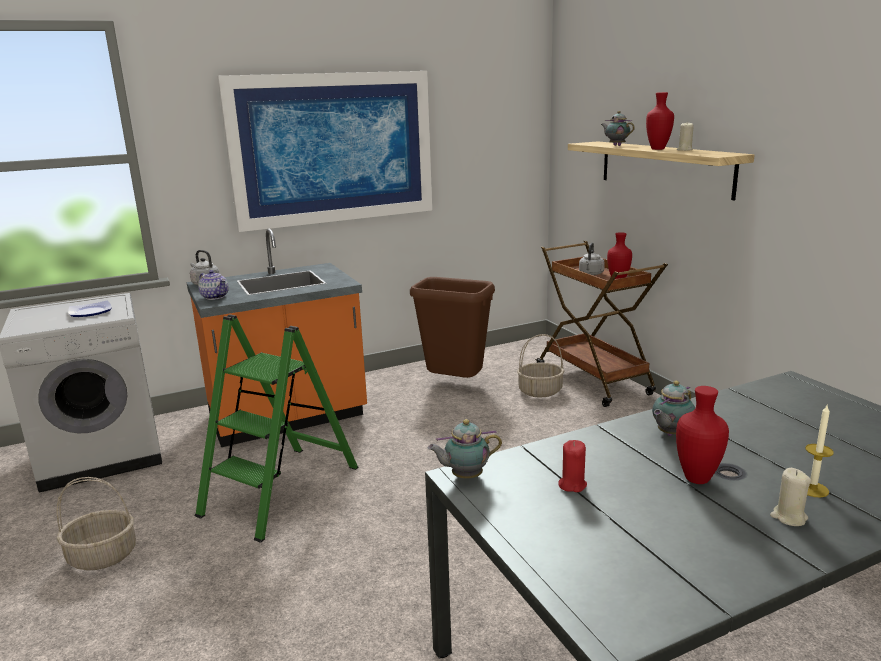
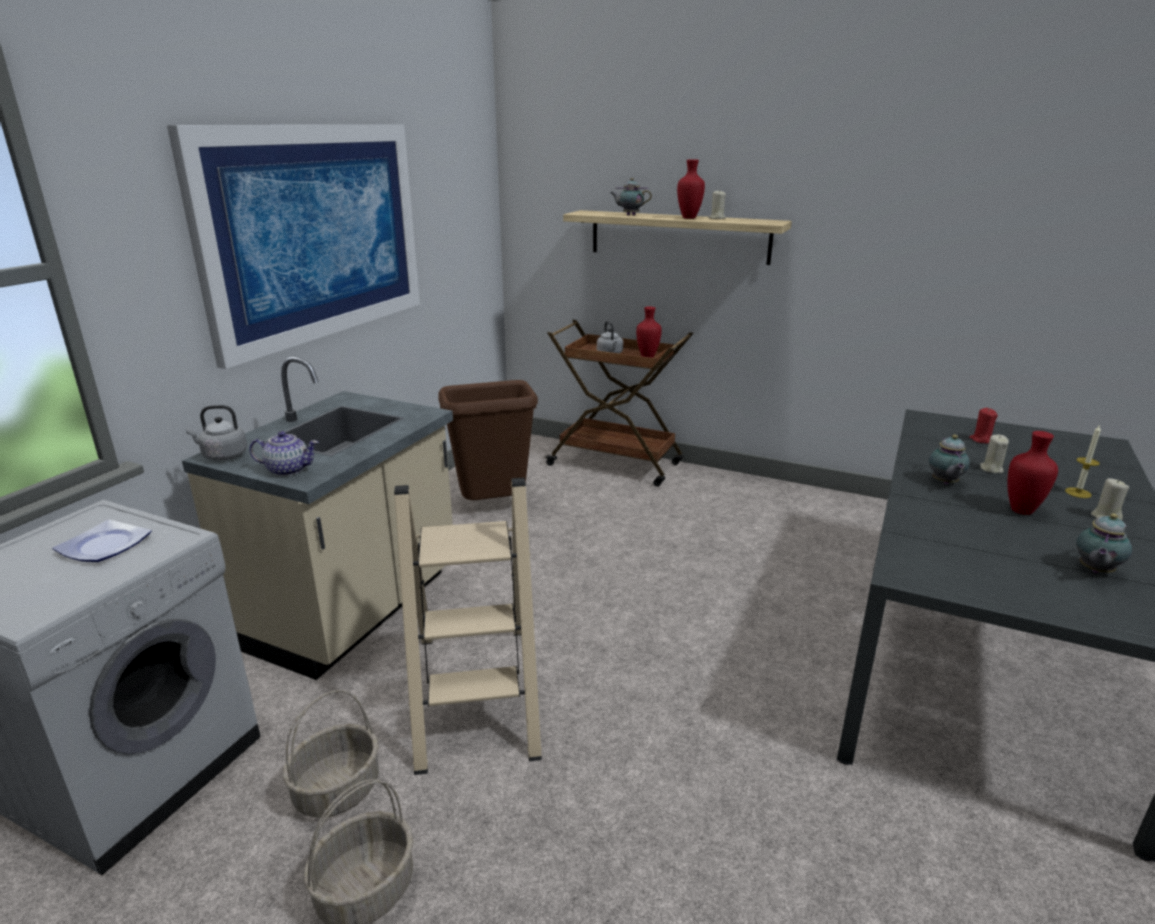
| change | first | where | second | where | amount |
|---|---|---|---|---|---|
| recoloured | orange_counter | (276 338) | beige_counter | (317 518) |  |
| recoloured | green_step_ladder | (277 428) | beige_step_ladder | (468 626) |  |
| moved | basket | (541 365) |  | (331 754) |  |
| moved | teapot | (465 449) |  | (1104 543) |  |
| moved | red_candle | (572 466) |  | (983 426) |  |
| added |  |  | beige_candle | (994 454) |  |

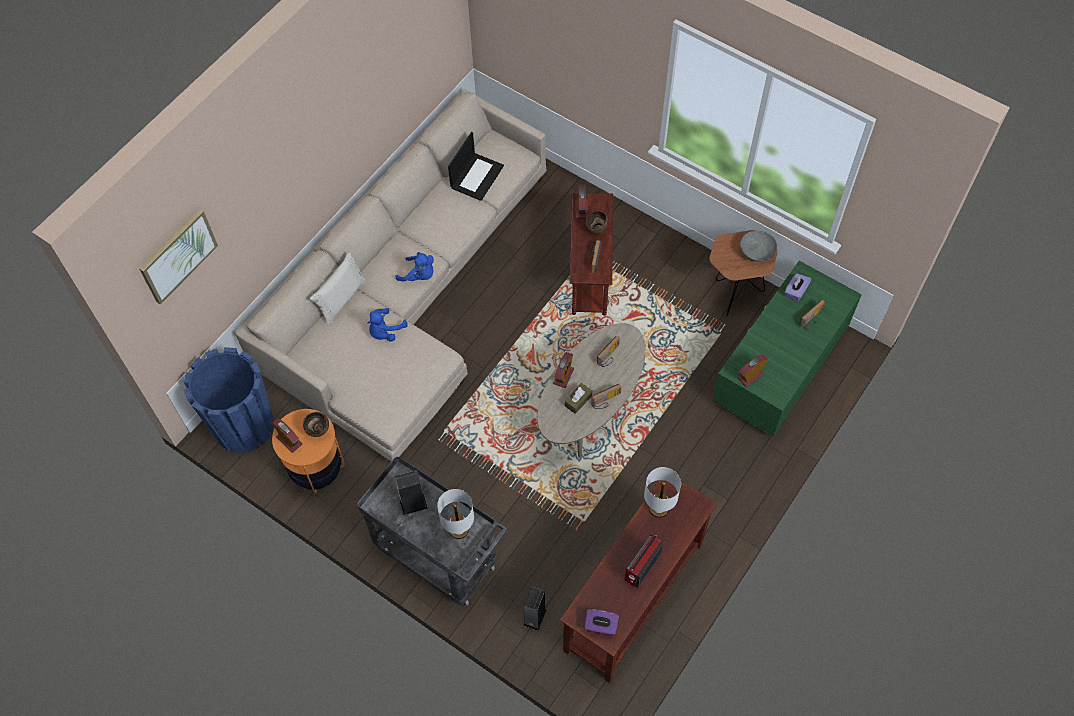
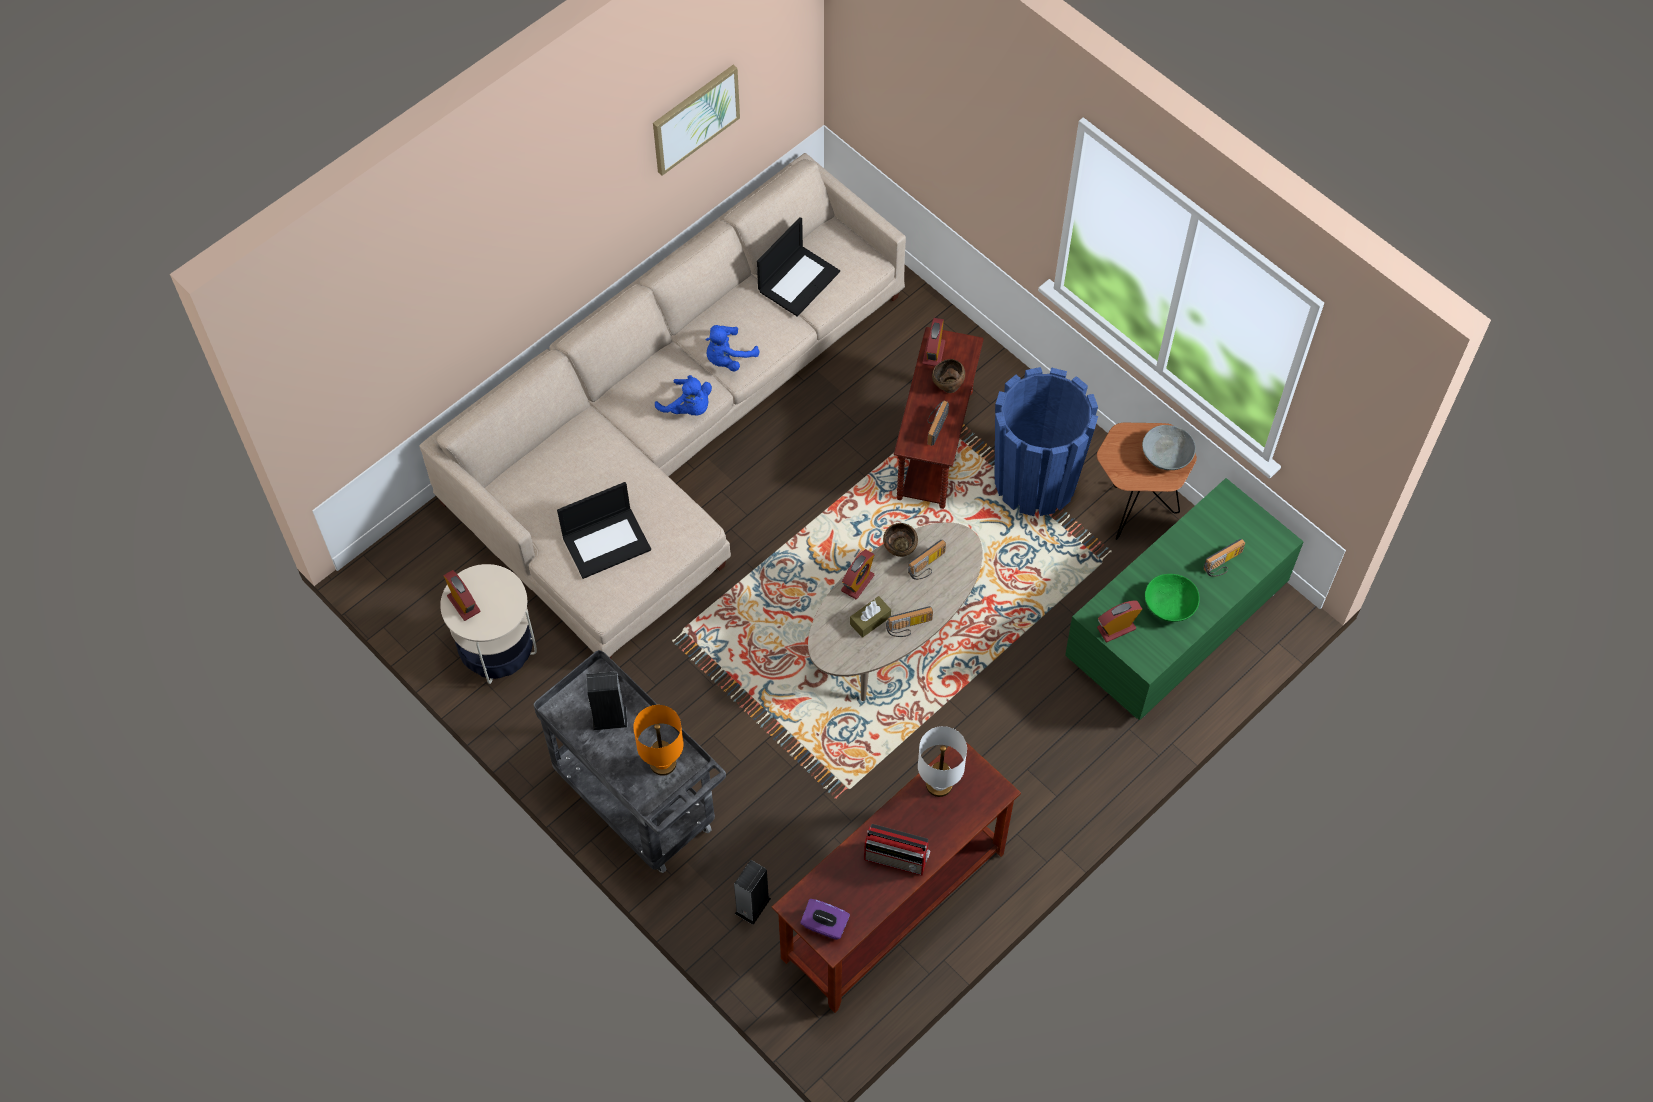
| change | first | where | second | where | amount |
|---|---|---|---|---|---|
| moved | picture | (179 257) |  | (696 120) |  |
| removed | white_pillow | (338 288) |  |  |  |
| removed | purple_tissue_box | (798 288) |  |  |  |
| moved | blue_plush_toy | (388 325) |  | (732 348) |  |
| moved | blue_planter | (229 400) |  | (1046 441) |  |
| recoloured | orange_side_table | (308 451) | beige_side_table | (488 624) |  |
| moved | brown_bowl | (316 424) |  | (900 540) |  |
| recoloured | white_table_lamp | (455 514) | orange_table_lamp | (658 740) |  |
| turned | radio | (643 561) |  | (897 850) | 120 degrees counterclockwise |
| added |  |  | laptop | (604 530) |  |
| added |  |  | green_bowl | (1172 598) |  |

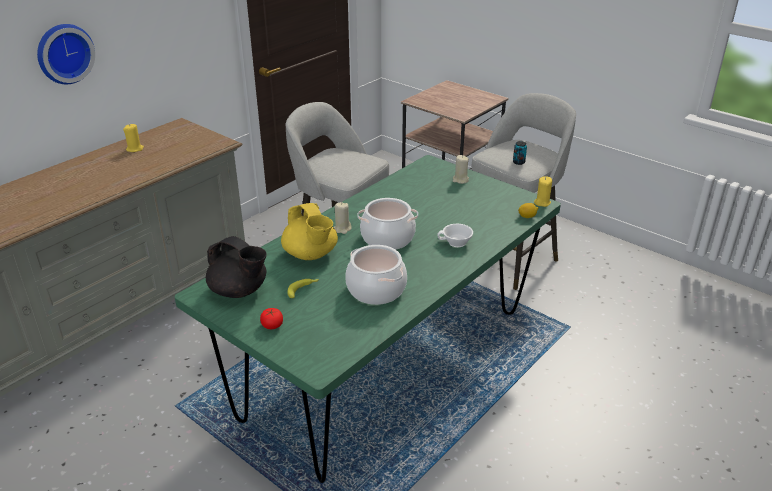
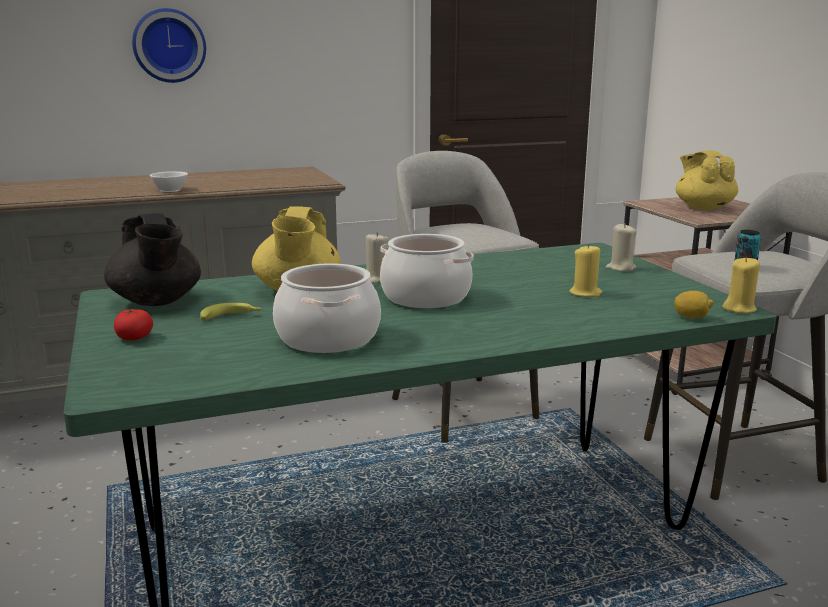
| change | first | where | second | where | amount |
|---|---|---|---|---|---|
| moved | yellow_candle | (133 138) |  | (586 270) |  |
| moved | white_cup | (455 235) |  | (169 181) |  |
| added |  |  | yellow_teapot | (707 180) |  |

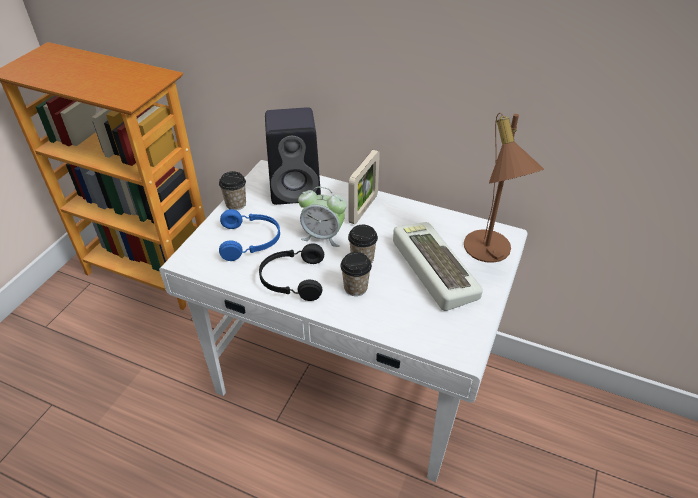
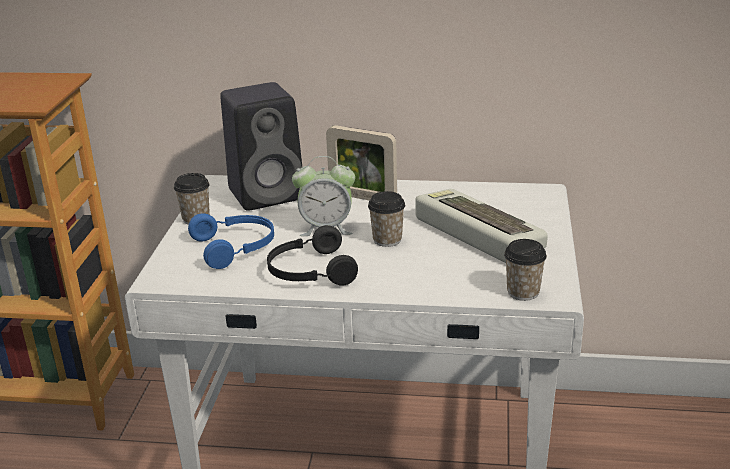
| change | first | where | second | where | amount |
|---|---|---|---|---|---|
| removed | brown_table_lamp | (504 188) |  |  |  |
| turned | picture_frame | (364 187) |  | (361 162) | 105 degrees clockwise |
| moved | cup | (356 274) |  | (525 270) |  |

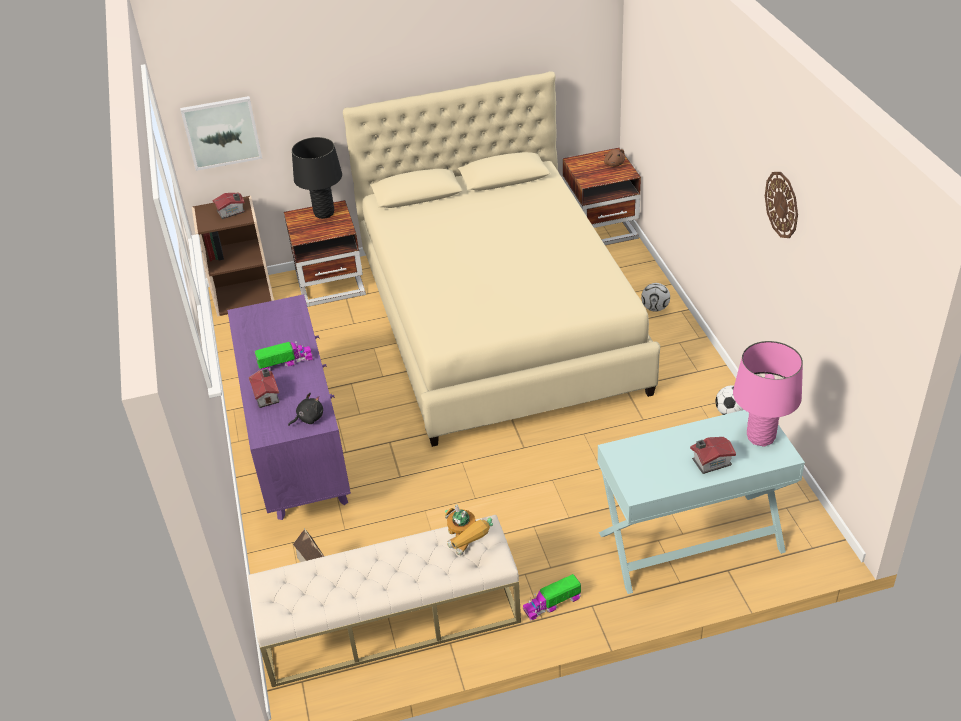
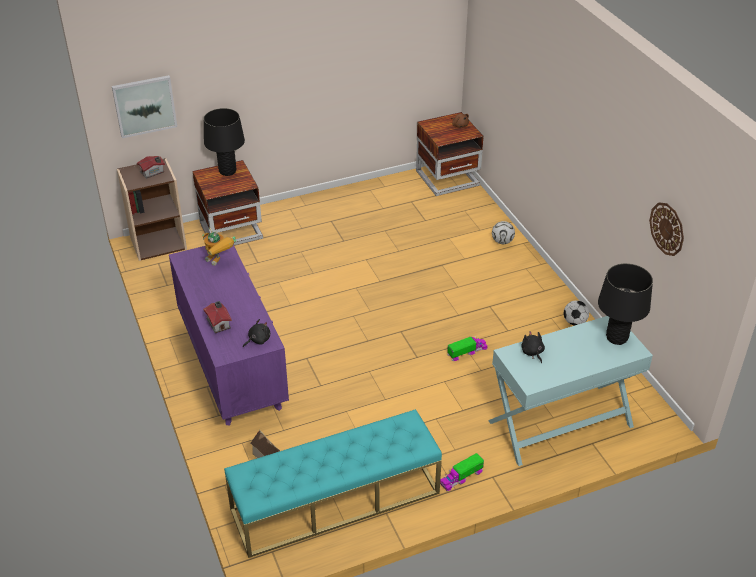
| change | first | where | second | where | amount |
|---|---|---|---|---|---|
| removed | beige_bed | (501 259) |  |  |  |
| moved | wall_clock | (781 205) |  | (666 229) |  |
| recoloured | pink_table_lamp | (768 394) | black_table_lamp | (625 304) |  |
| moved | toy_truck | (284 356) |  | (467 348) |  |
| removed | toy_house | (713 455) |  |  |  |
| moved | toy_robot | (469 530) |  | (219 247) |  |
| recoloured | beige_bench | (384 601) | turquoise_bench | (333 483) |  |
| added |  |  | black_plush_toy | (533 347) |  |

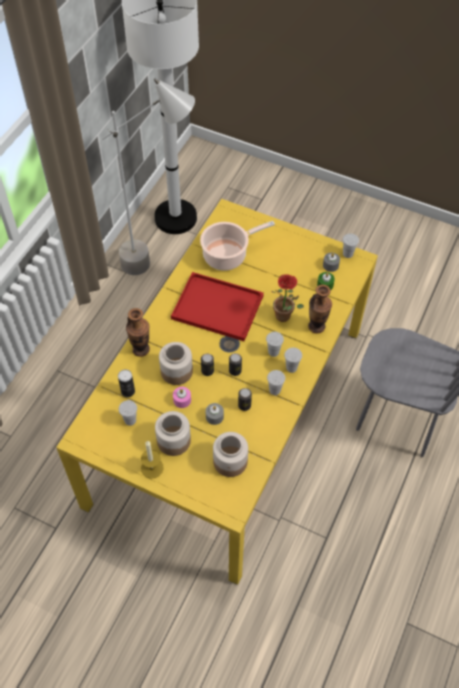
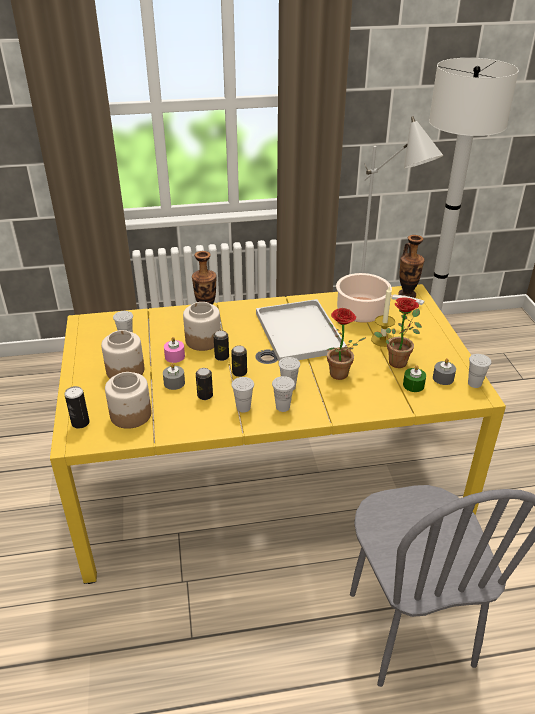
| change | first | where | second | where | amount |
|---|---|---|---|---|---|
| recoloured | red_tray | (217 306) | white_tray | (301 330) |  |
| moved | vase | (320 309) |  | (412 266) |  |
| moved | can | (126 383) |  | (77 407) |  |
| moved | candle | (152 460) |  | (383 316) |  |
| added |  |  | potted_plant | (398 332) |  |

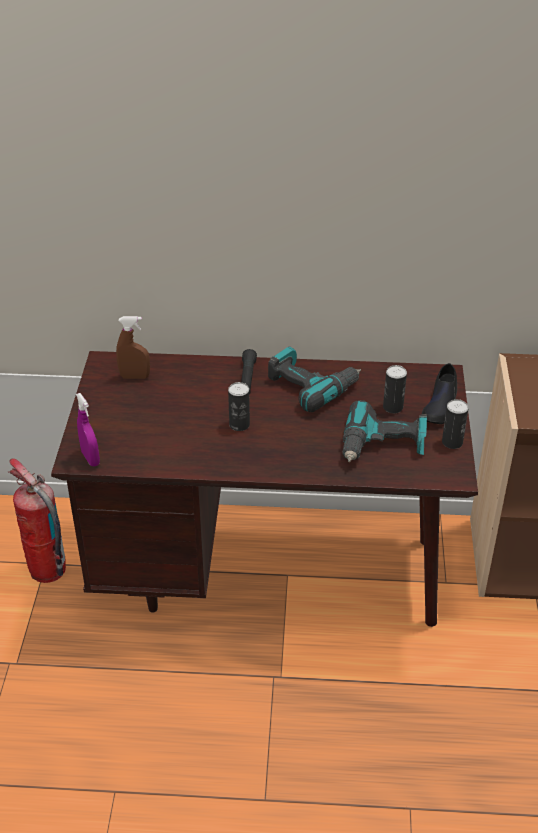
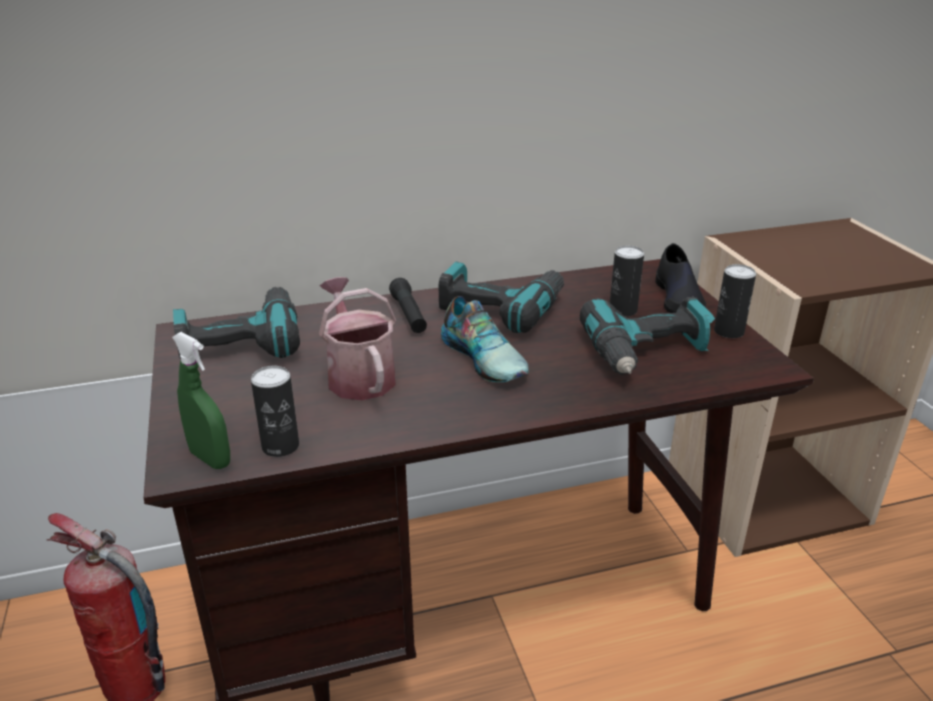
| change | first | where | second | where | amount |
|---|---|---|---|---|---|
| replaced | brown_spray_bottle | (133 347) | power_drill | (236 323) |  |
| moved | can | (239 406) |  | (275 411) |  |
| recoloured | purple_spray_bottle | (88 429) | green_spray_bottle | (201 400) |  |
| added |  |  | watering_can | (357 339) |  |
| added |  |  | shoe | (485 339) |  |

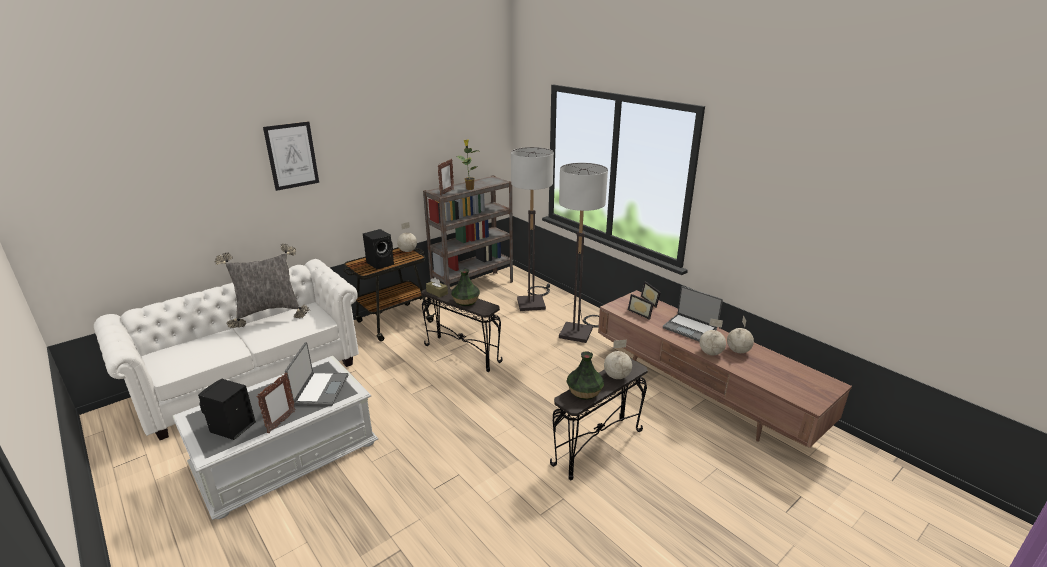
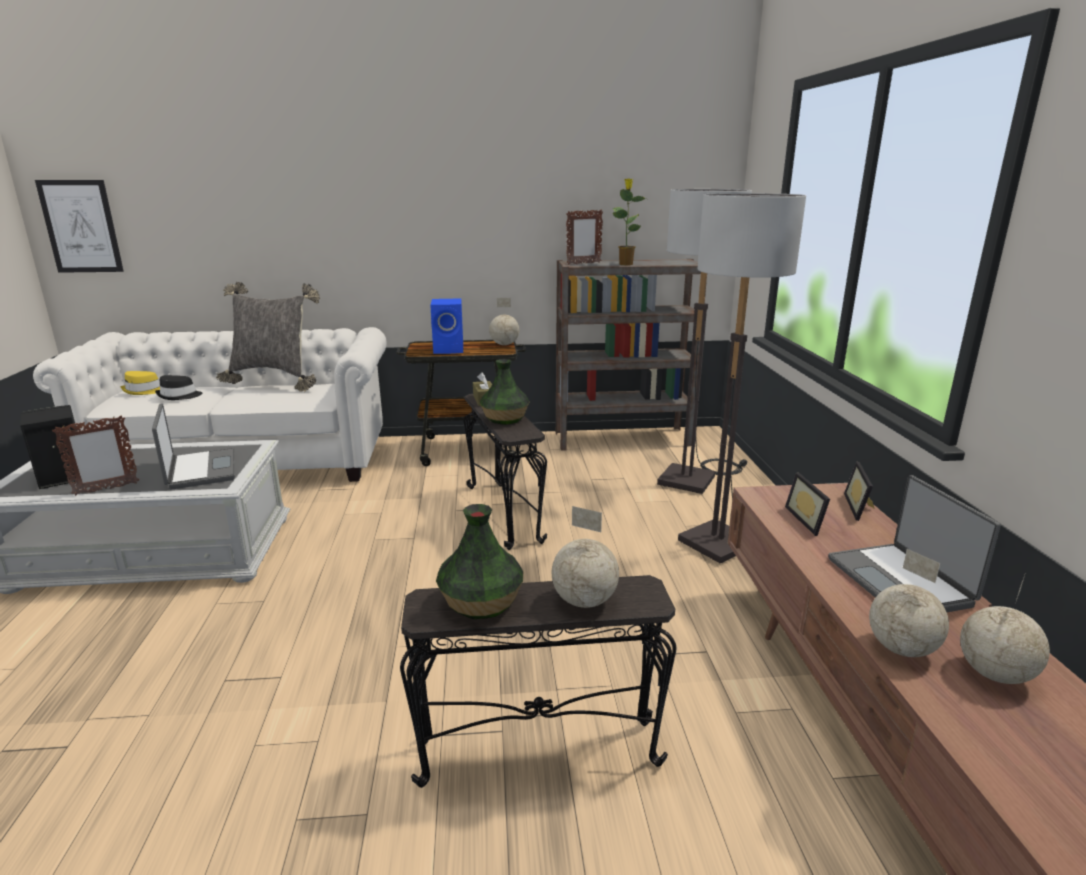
| change | first | where | second | where | amount |
|---|---|---|---|---|---|
| moved | picture | (291 156) |  | (79 226) |  |
| recoloured | black_speaker | (378 249) | blue_speaker | (446 326) |  |
| turned | laptop | (317 374) |  | (193 447) | 60 degrees counterclockwise |
| added |  |  | yellow_hat | (140 383) |  |
| added |  |  | black_hat | (178 387) |  |

